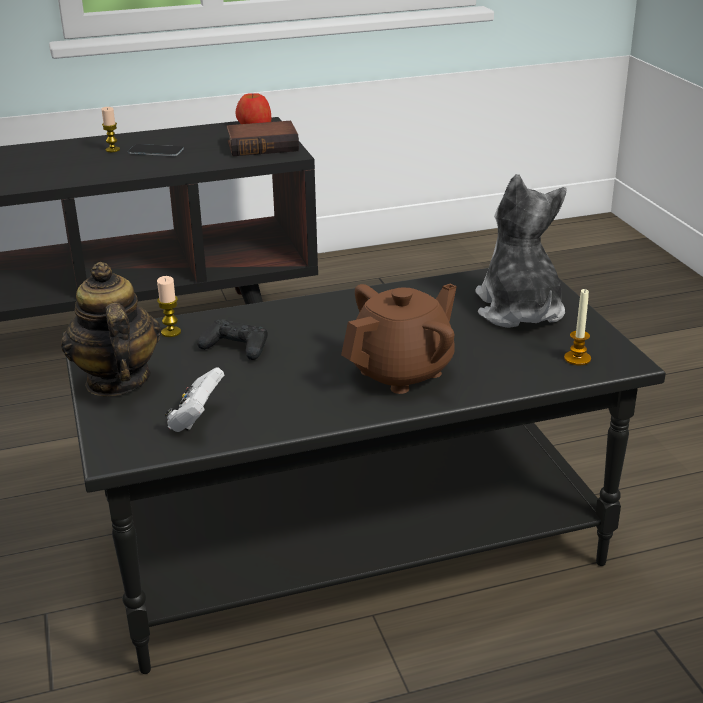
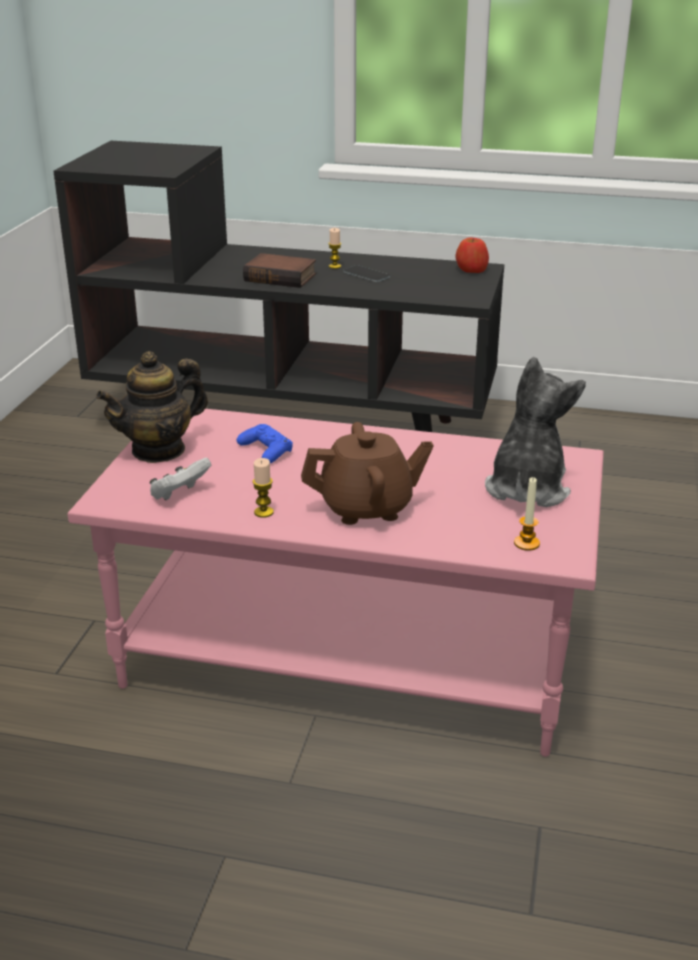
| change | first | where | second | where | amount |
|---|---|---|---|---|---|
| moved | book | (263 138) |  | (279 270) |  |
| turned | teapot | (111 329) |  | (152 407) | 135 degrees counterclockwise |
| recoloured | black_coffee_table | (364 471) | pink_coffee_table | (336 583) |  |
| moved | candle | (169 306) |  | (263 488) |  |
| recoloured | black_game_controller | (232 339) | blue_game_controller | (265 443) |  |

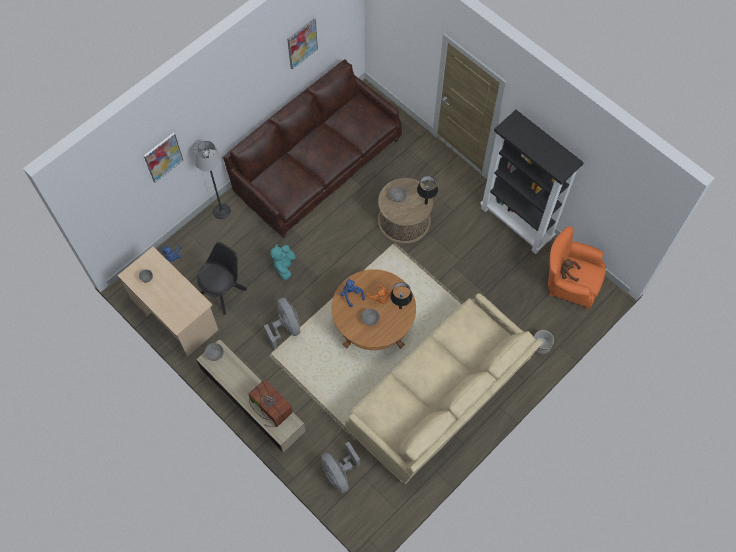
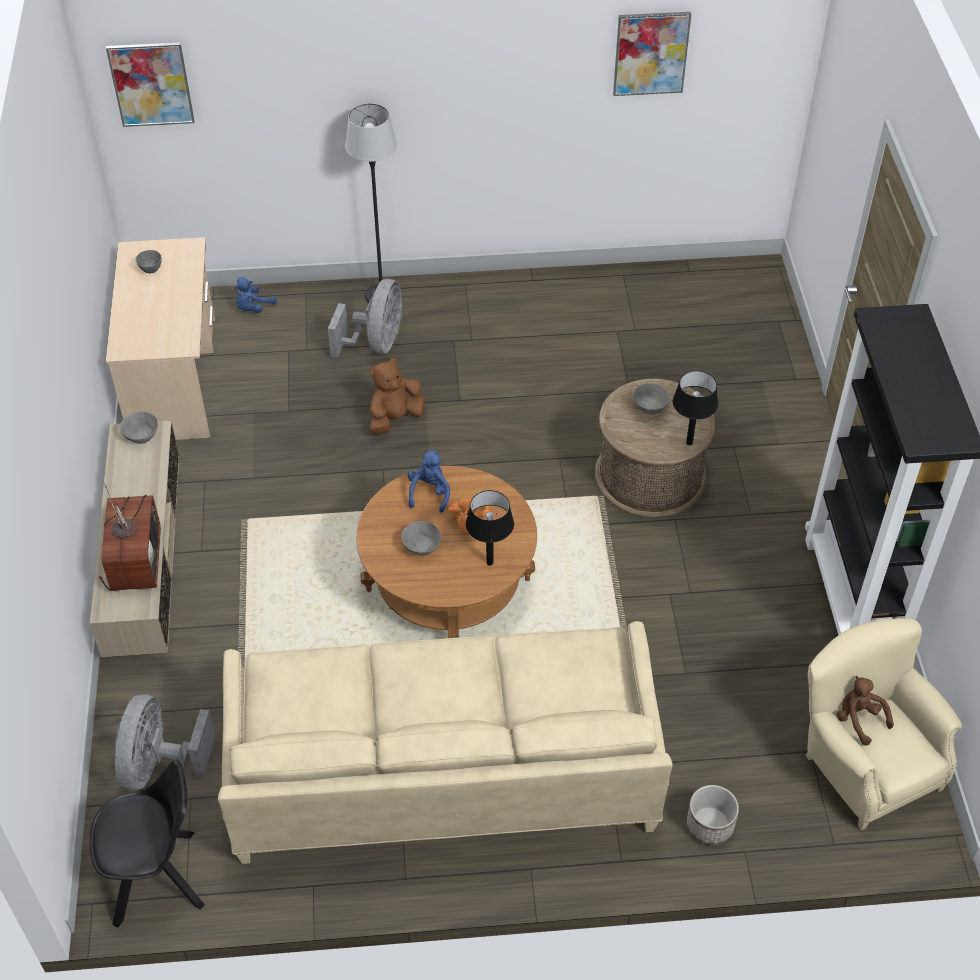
| change | first | where | second | where | amount |
|---|---|---|---|---|---|
| removed | brown_sofa | (312 149) |  |  |  |
| moved | picture | (163 158) |  | (150 84) |  |
| recoloured | orange_armchair | (577 268) | beige_armchair | (883 724) |  |
| moved | black_chair | (222 278) |  | (147 843) |  |
| recoloured | turquoise_plush_toy | (283 262) | brown_plush_toy | (397 396) |  |
| moved | grey_fan | (282 324) |  | (365 318) |  |

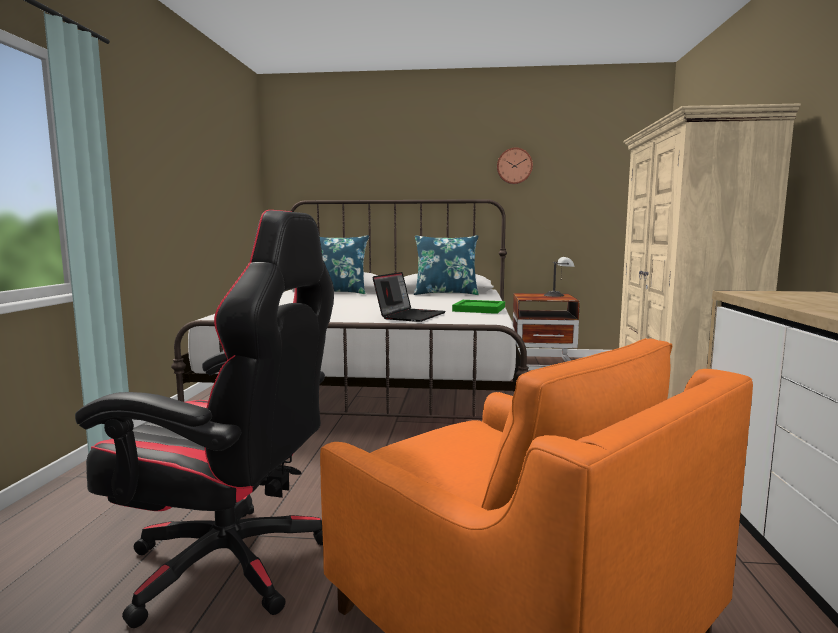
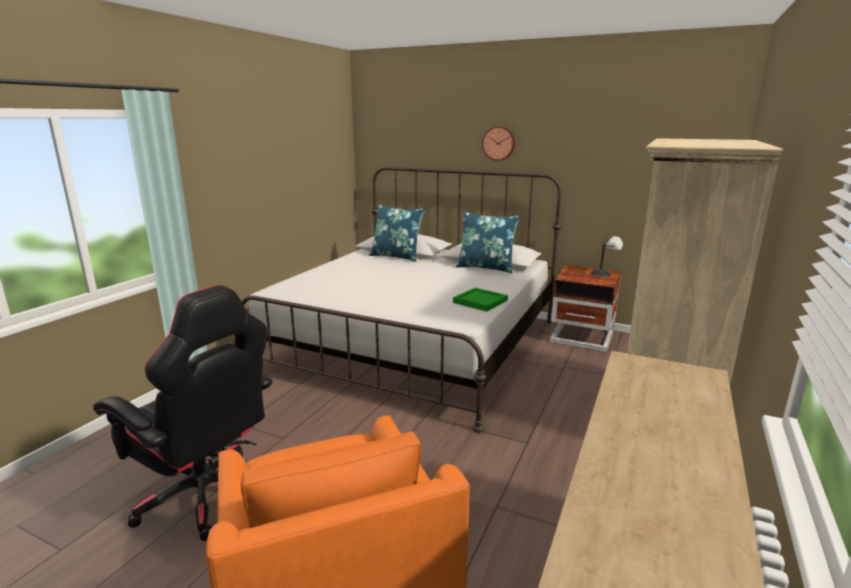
| change | first | where | second | where | amount |
|---|---|---|---|---|---|
| moved | wall_clock | (515 166) |  | (498 143) |  |
| removed | laptop | (409 297) |  |  |  |

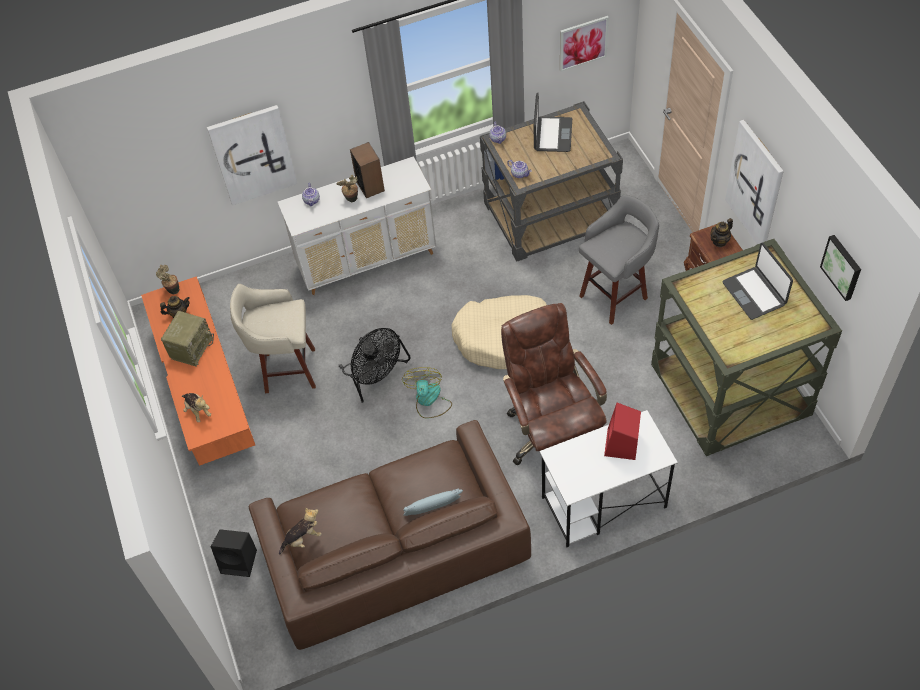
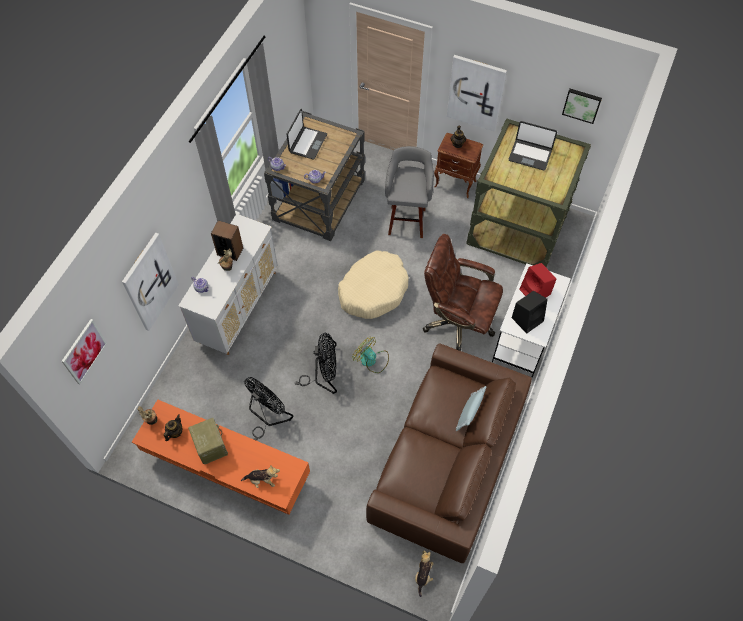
| change | first | where | second | where | amount |
|---|---|---|---|---|---|
| moved | picture | (584 44) |  | (84 351) |  |
| turned | laptop | (553 122) |  | (307 134) | 60 degrees clockwise |
| replaced | beige_stool | (273 338) | black_fan | (268 409) |  |
| moved | plush_toy | (300 531) |  | (424 573) |  |
| moved | black_speaker | (234 553) |  | (530 312) |  |

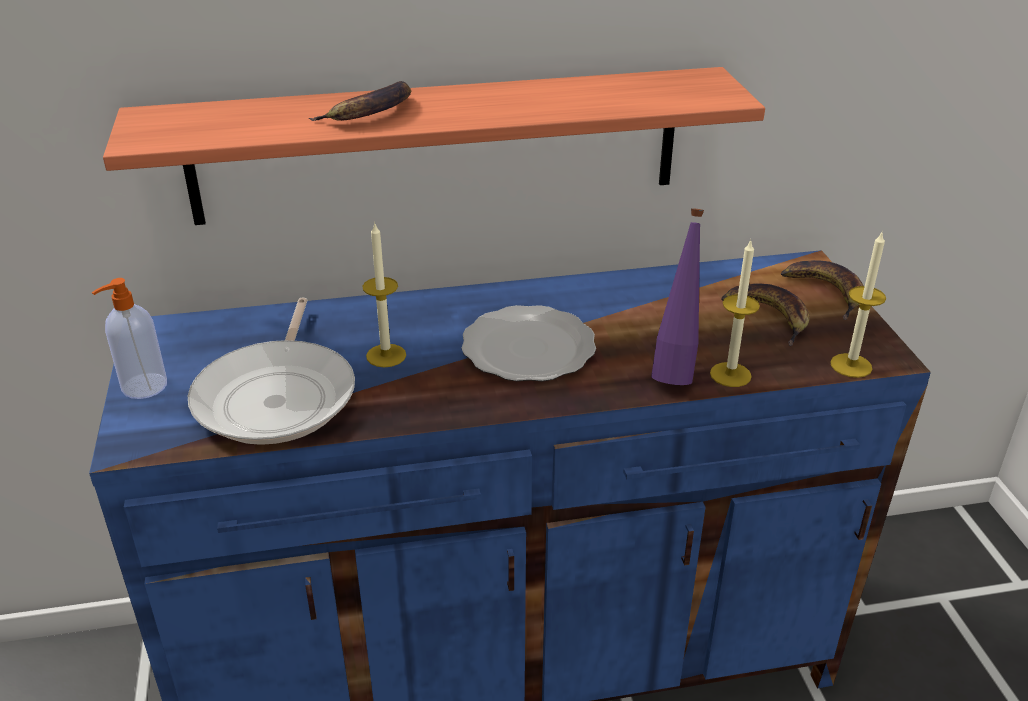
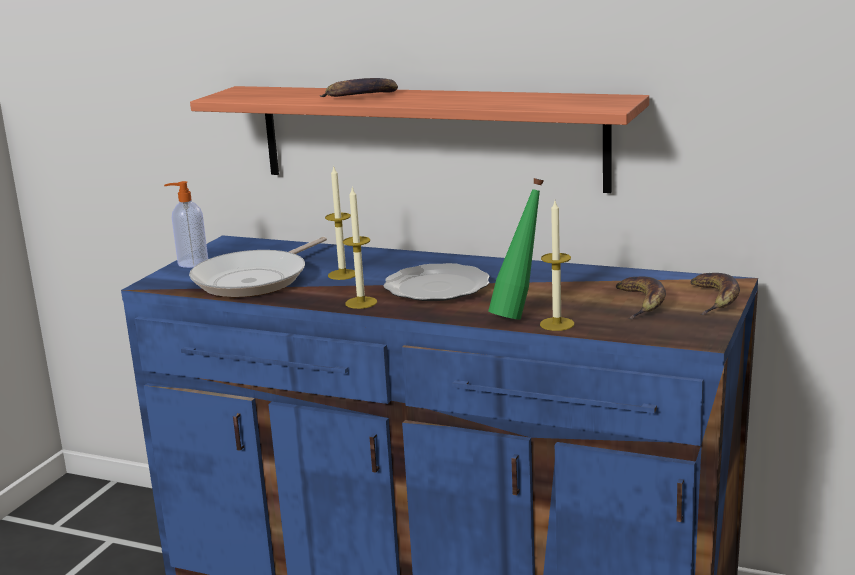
| change | first | where | second | where | amount |
|---|---|---|---|---|---|
| recoloured | purple_bottle | (677 296) | green_bottle | (516 249) |  |
| moved | candle | (858 305) |  | (360 248) |  |

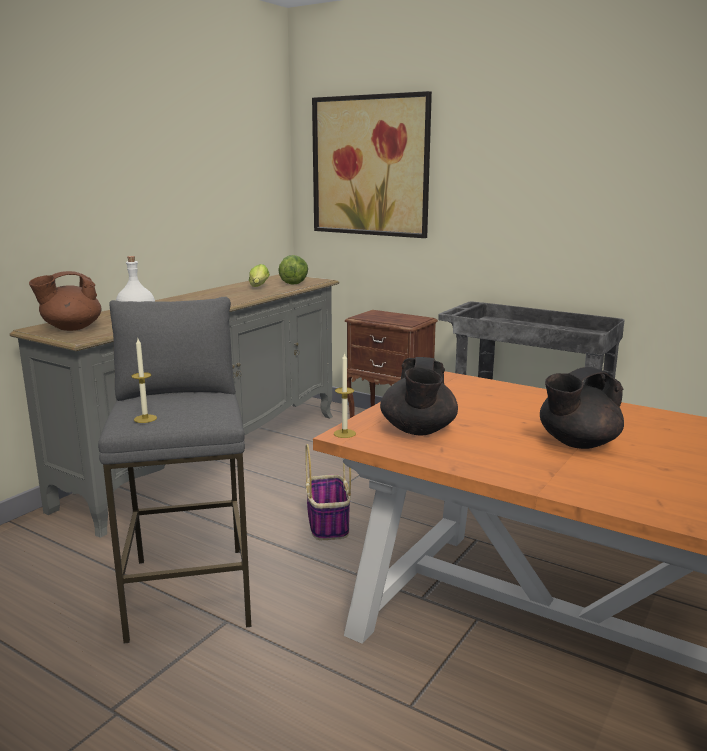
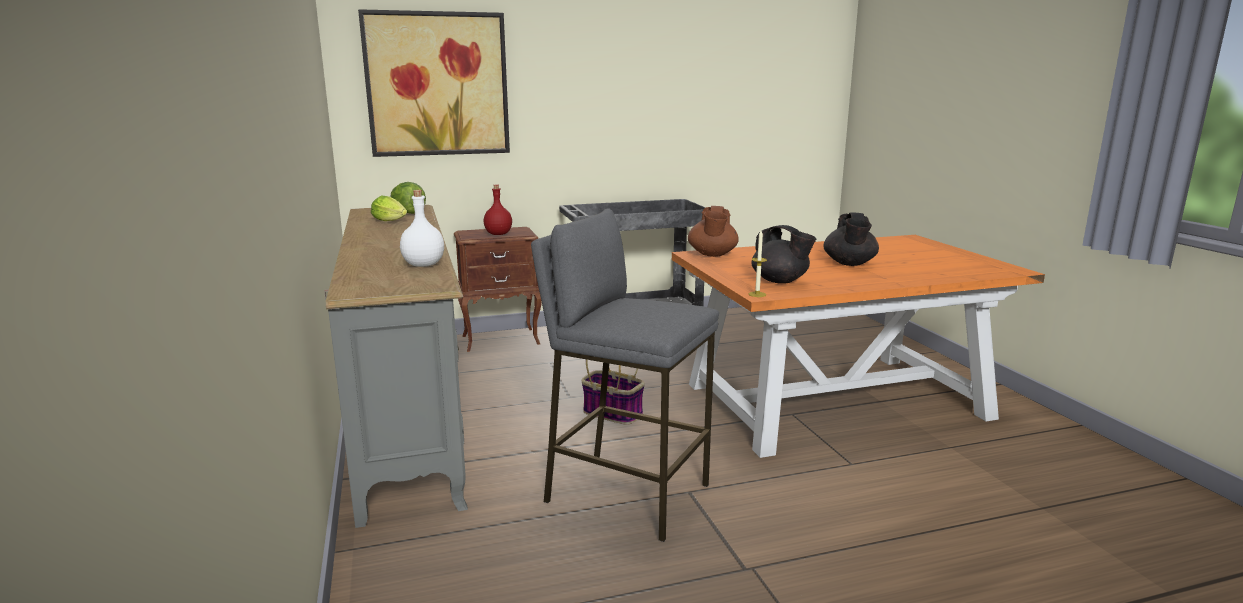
| change | first | where | second | where | amount |
|---|---|---|---|---|---|
| moved | brown_teapot | (65 301) |  | (713 231) |  |
| removed | candle | (144 381) |  |  |  |
| added |  |  | red_bottle | (498 209) |  |

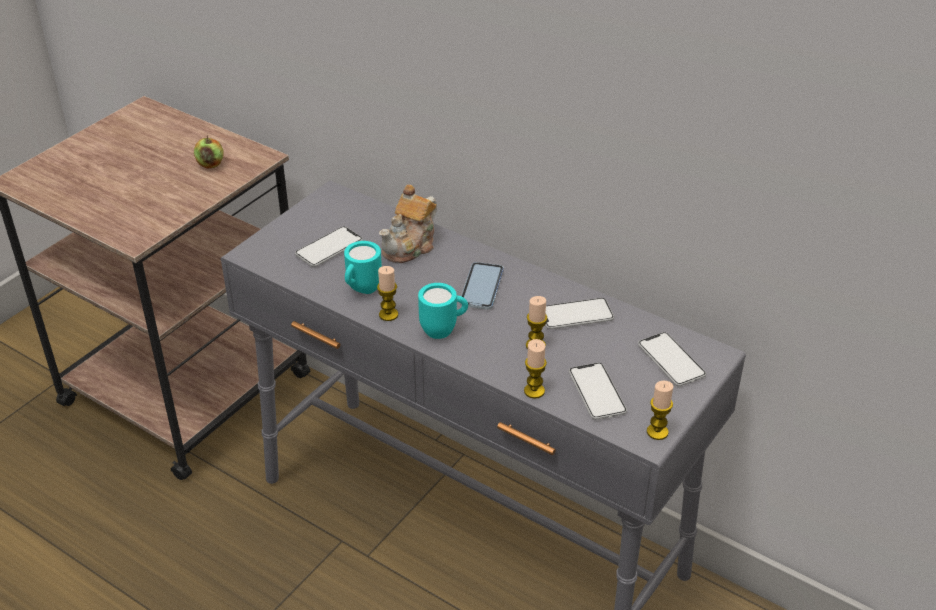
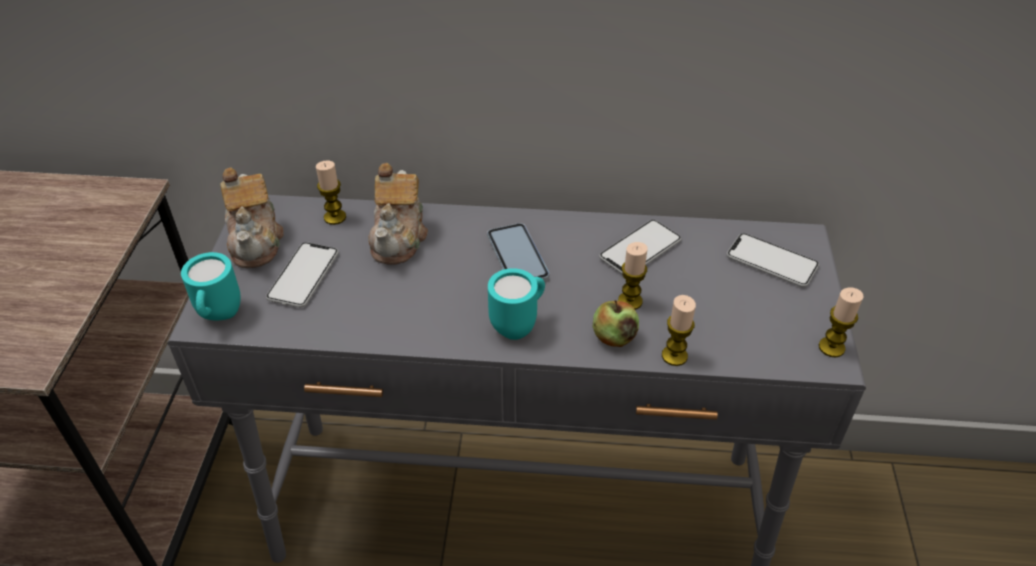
| change | first | where | second | where | amount |
|---|---|---|---|---|---|
| moved | apple | (209 152) |  | (616 323) |  |
| moved | turquoise_mug | (363 267) |  | (210 286) |  |
| moved | candle | (387 293) |  | (331 192) |  |
| removed | phone | (598 391) |  |  |  |
| added |  |  | teapot | (252 217) |  |

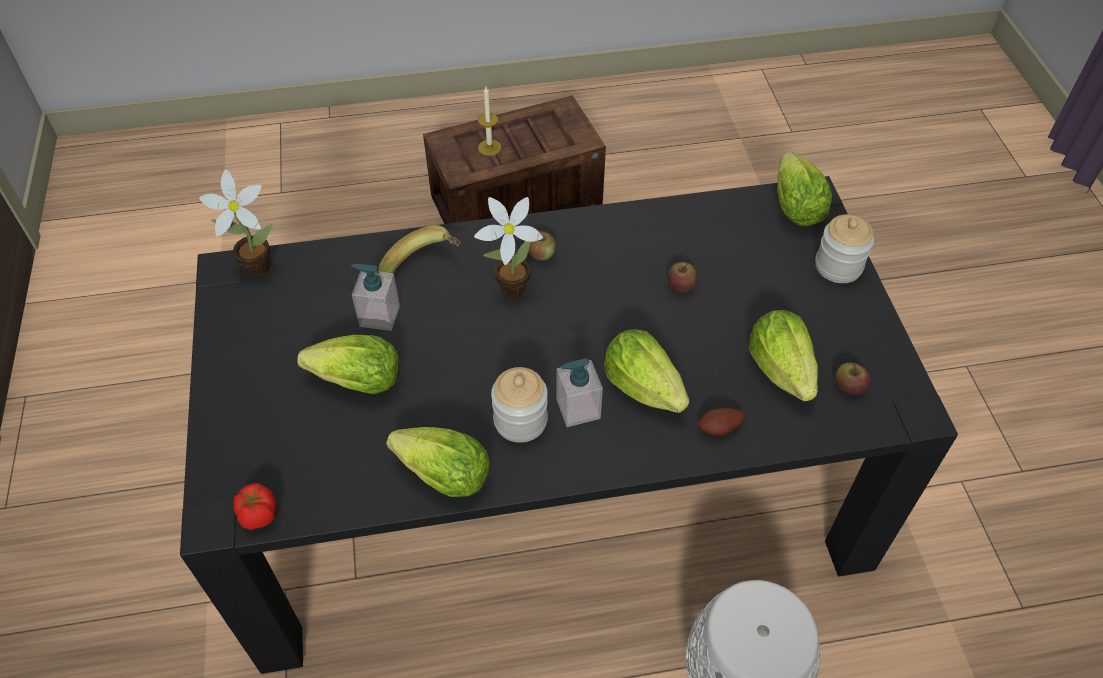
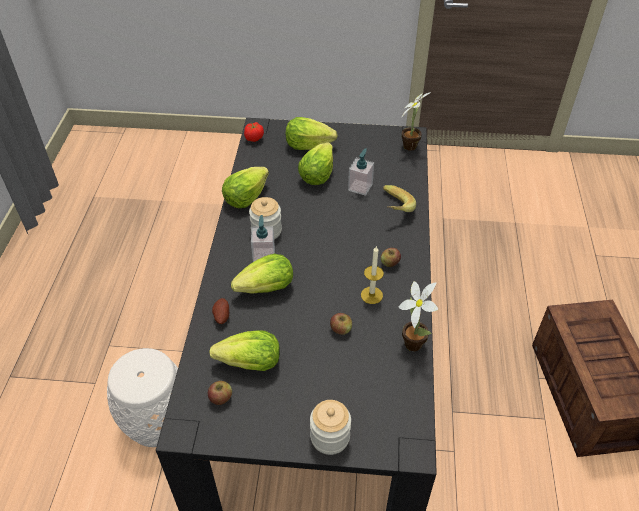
| change | first | where | second | where | amount |
|---|---|---|---|---|---|
| moved | candle | (490 121) |  | (372 275) |  |
| moved | lettuce | (804 189) |  | (311 133) |  |
| moved | potted_plant | (508 247) |  | (418 316) |  |

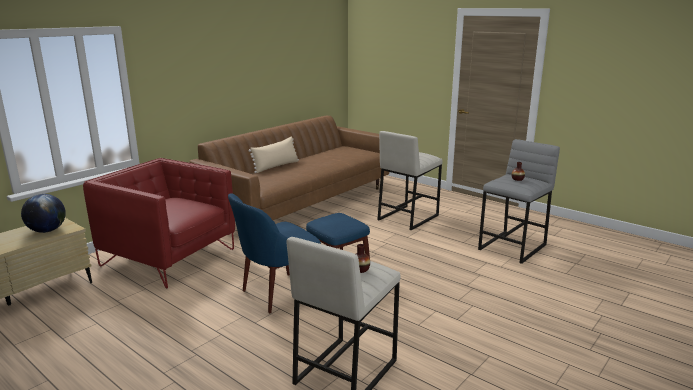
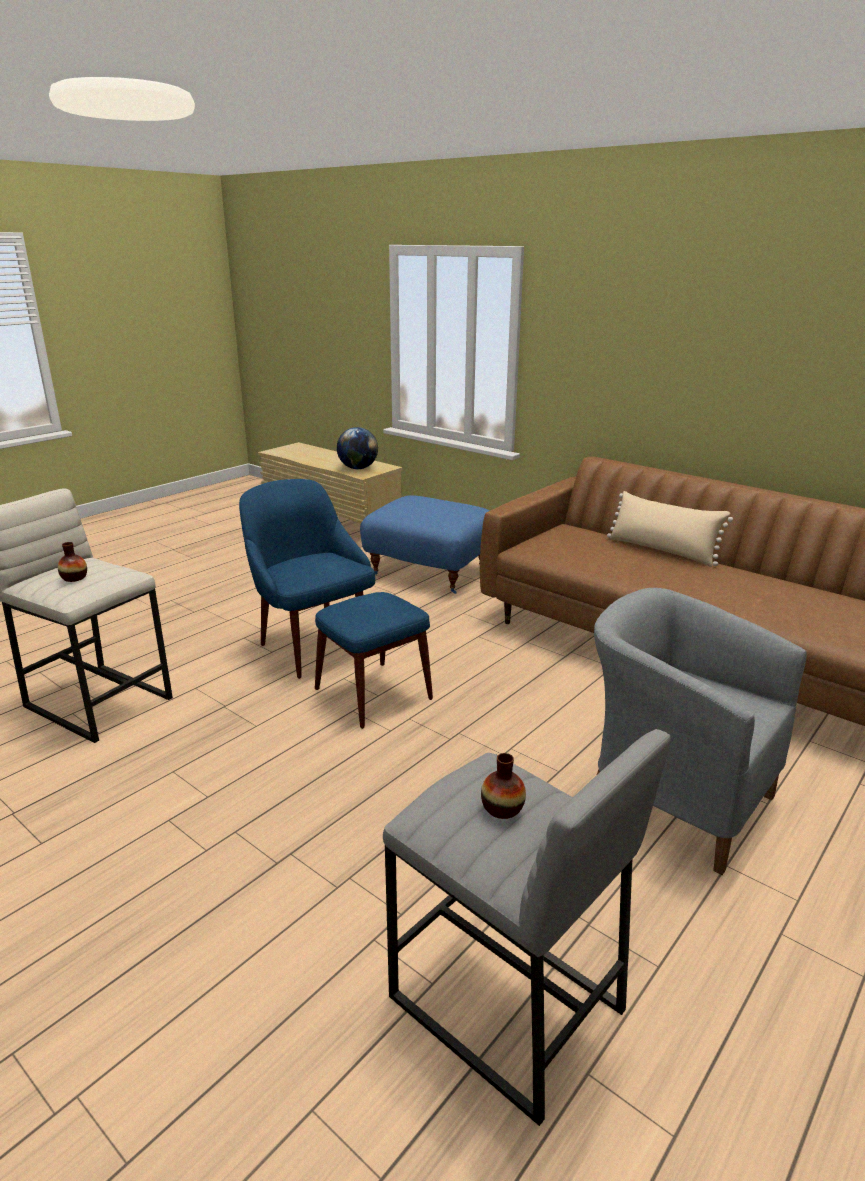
| change | first | where | second | where | amount |
|---|---|---|---|---|---|
| replaced | beige_stool | (410 180) | grey_armchair | (700 731) |  |
| replaced | red_armchair | (159 223) | blue_ottoman | (425 544) |  |

